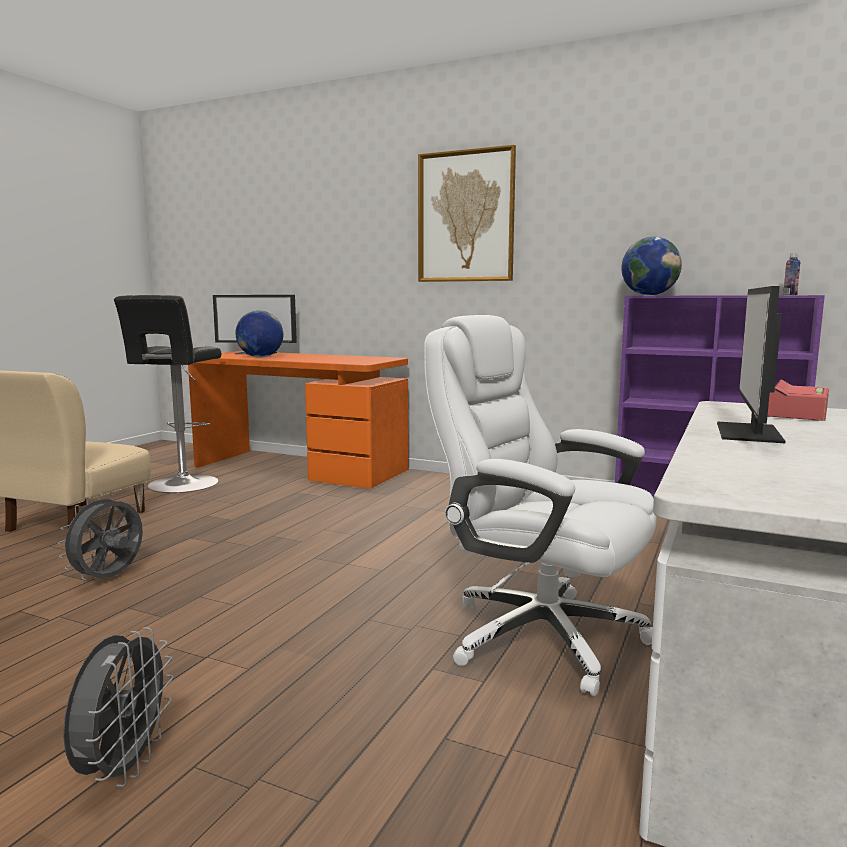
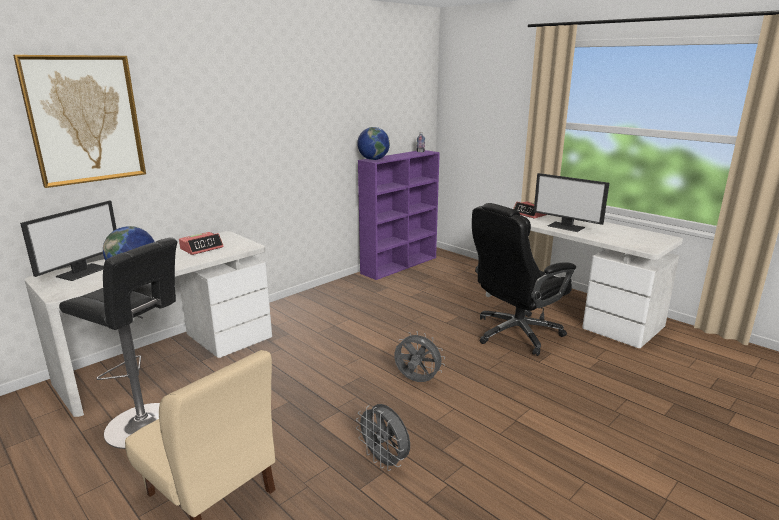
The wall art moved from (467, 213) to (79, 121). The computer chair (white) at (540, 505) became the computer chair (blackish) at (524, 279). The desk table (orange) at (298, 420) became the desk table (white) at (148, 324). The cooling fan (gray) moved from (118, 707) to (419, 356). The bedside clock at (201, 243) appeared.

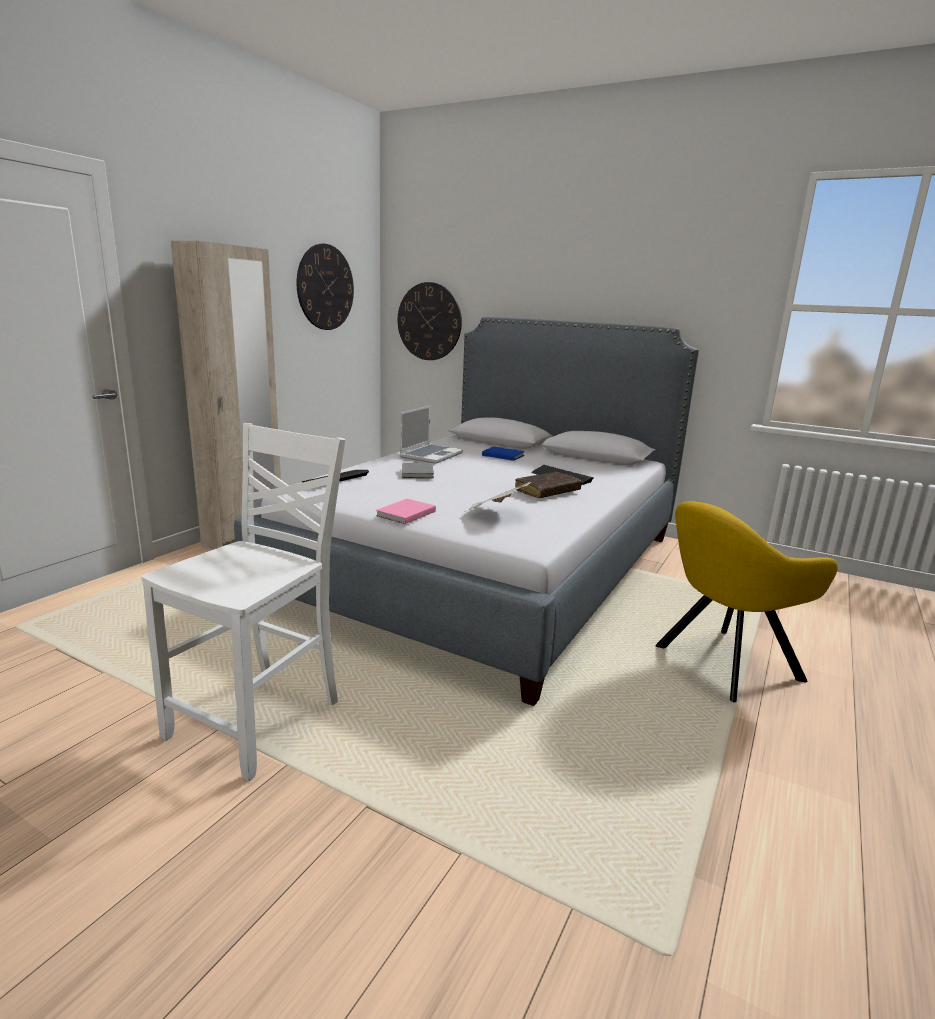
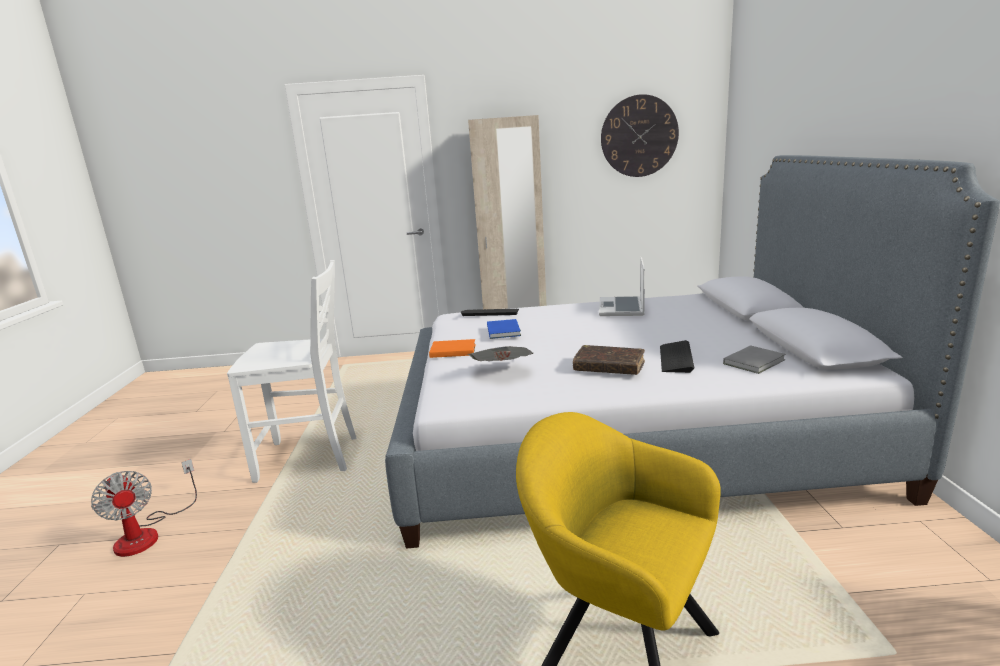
The hanging clock at (430, 321) disappeared. The portable computer at (431, 435) turned 105 degrees clockwise. The book (blue) moved from (503, 453) to (504, 329). The book (gray) moved from (418, 471) to (754, 359). The book (pink-coloured) at (406, 511) became the book (orange) at (452, 348). The cooling fan at (144, 508) appeared.

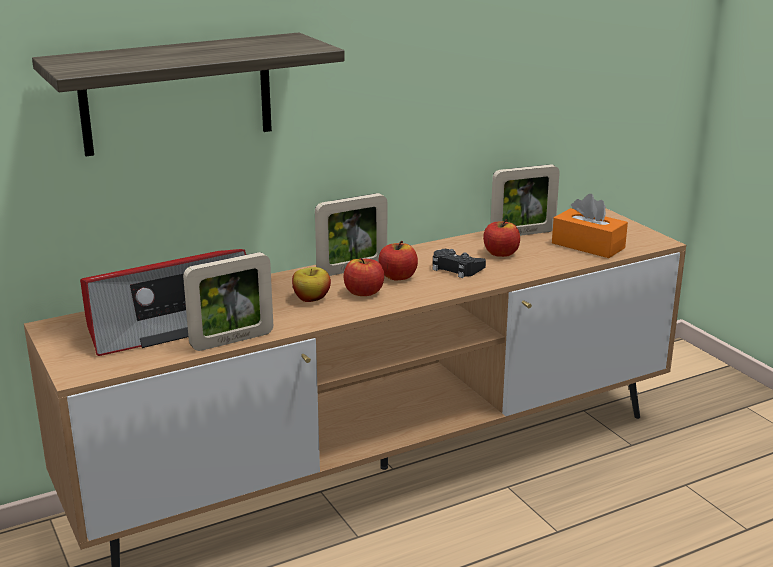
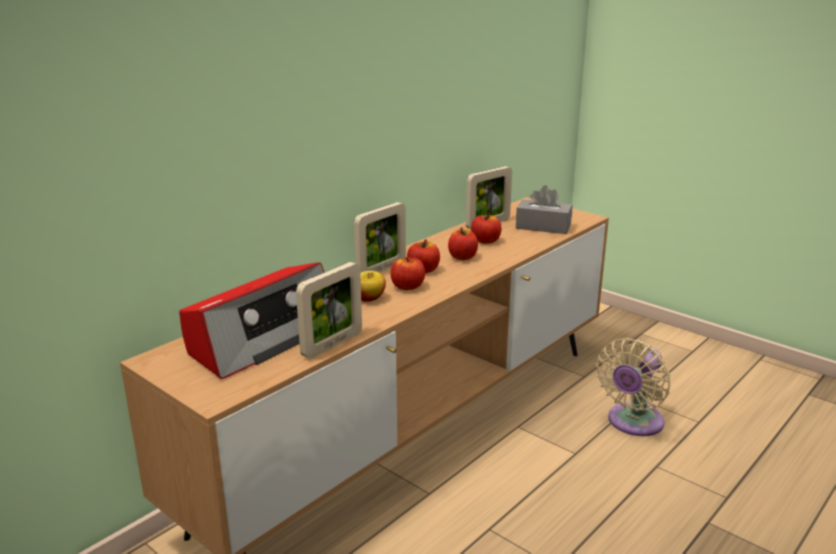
The bracket shelf at (188, 94) disappeared. The tissue holder (orange) at (590, 226) became the tissue holder (gray) at (544, 209). The game controller (blackish) at (459, 263) was replaced by the whole apple at (463, 244). The cooling fan (beige-coloured) at (633, 387) appeared.

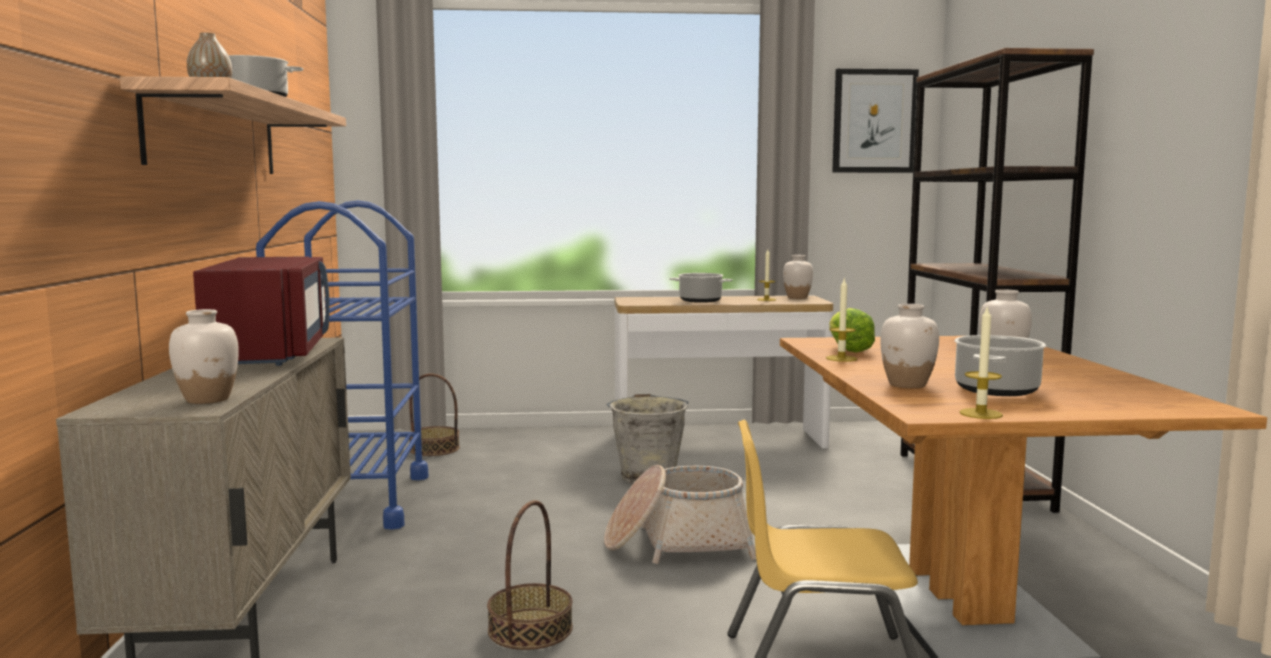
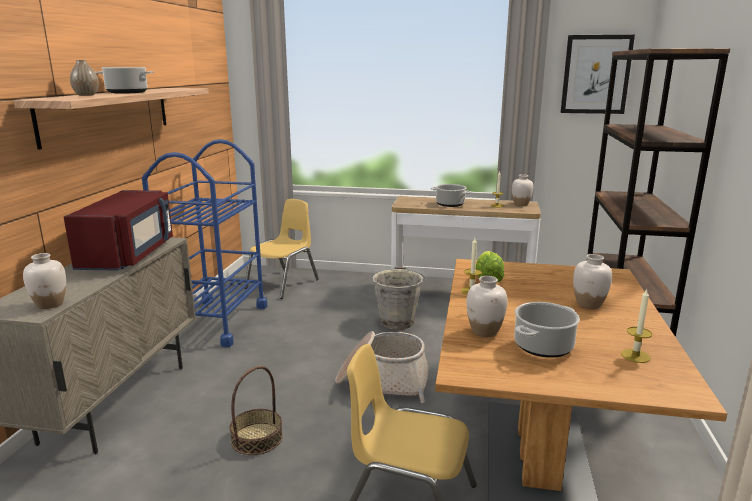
The wax light moved from (981, 362) to (636, 326). The household basket at (434, 415) was replaced by the upright chair (yellowish) at (282, 249).

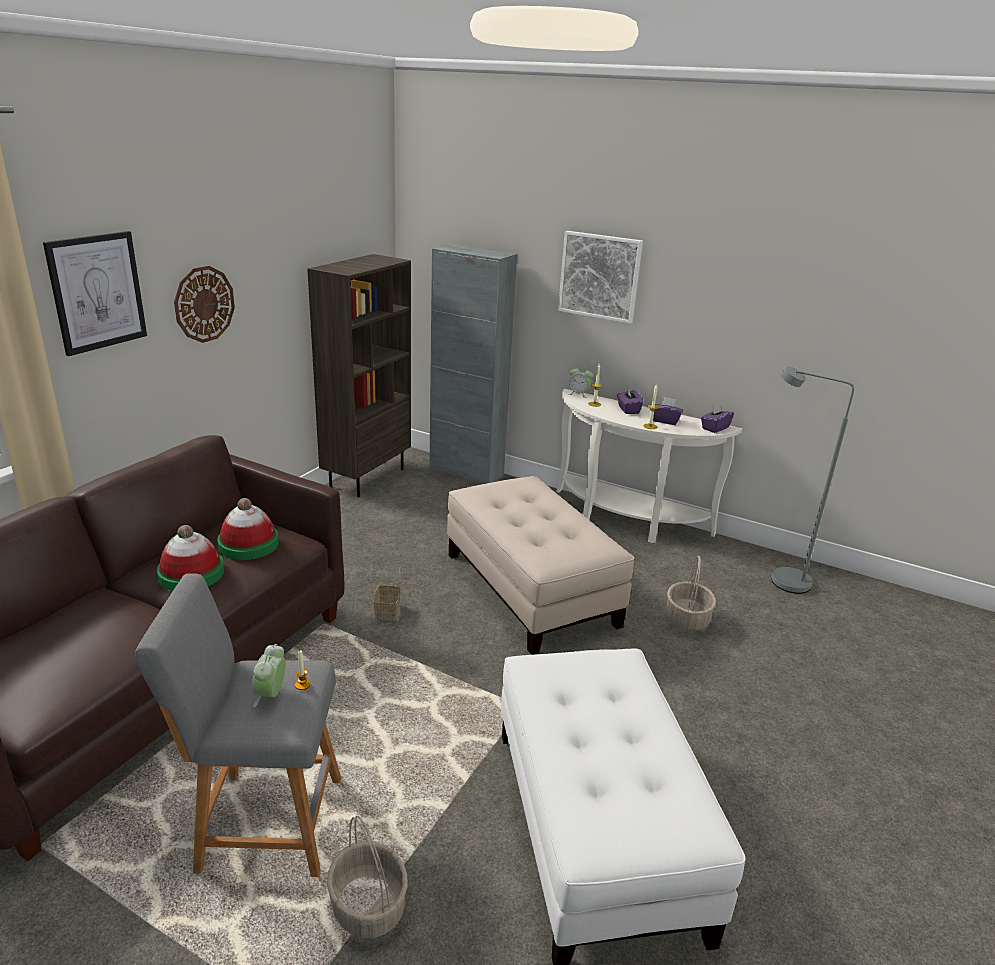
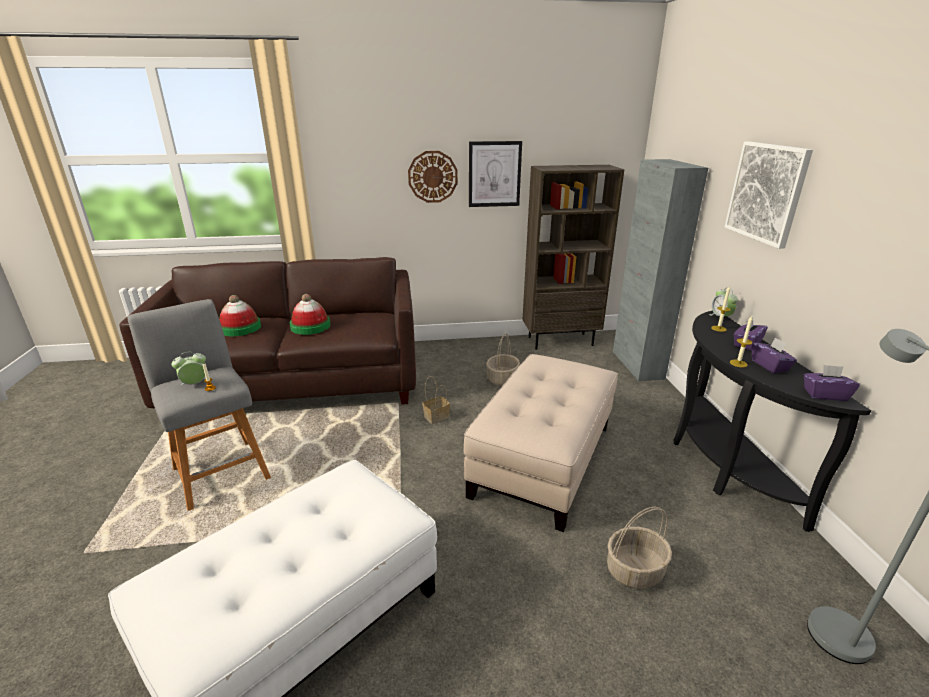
The wall art moved from (95, 293) to (495, 174). The console table (white) at (649, 466) became the console table (blackish) at (772, 421). The hat moved from (248, 529) to (240, 315). The household basket moved from (367, 877) to (503, 359).

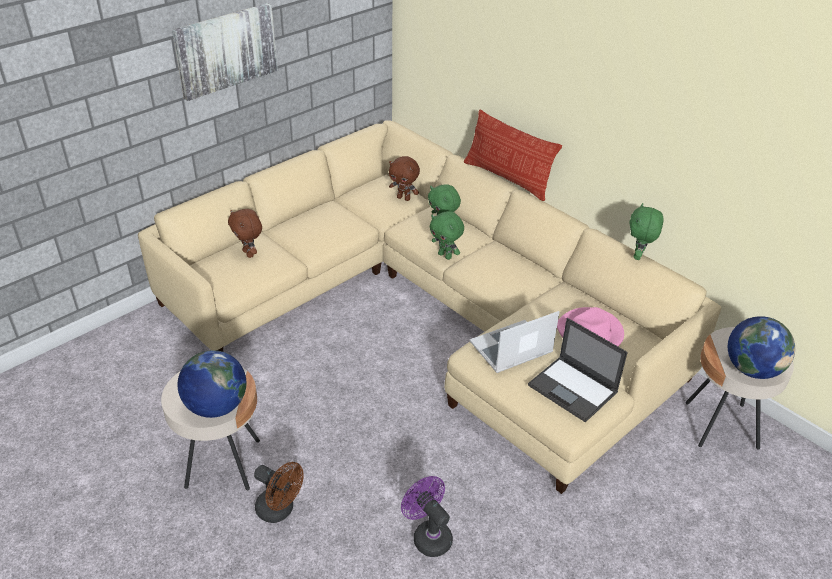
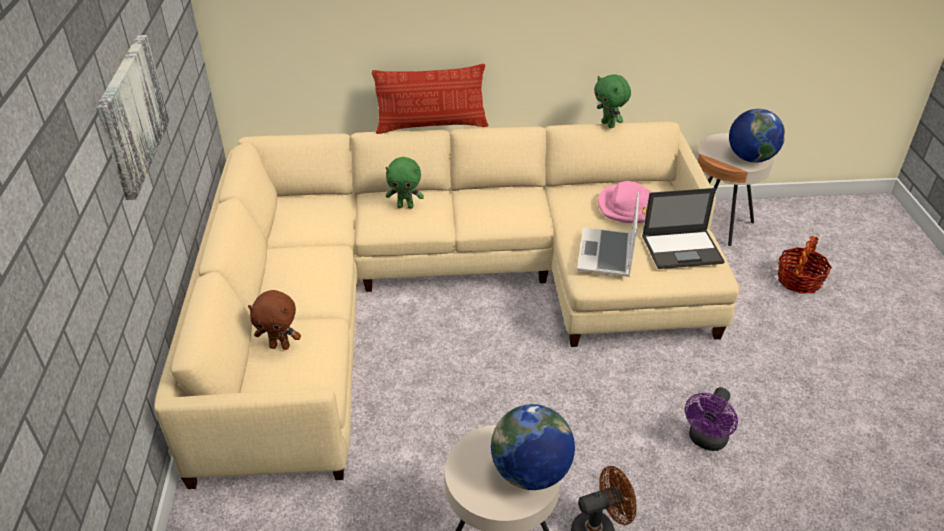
The plush toy (brownish) at (404, 178) disappeared. The plush toy (greenish) at (447, 235) disappeared. The cooling fan (purple) at (427, 516) turned 60 degrees counterclockwise. The household basket at (805, 265) appeared.

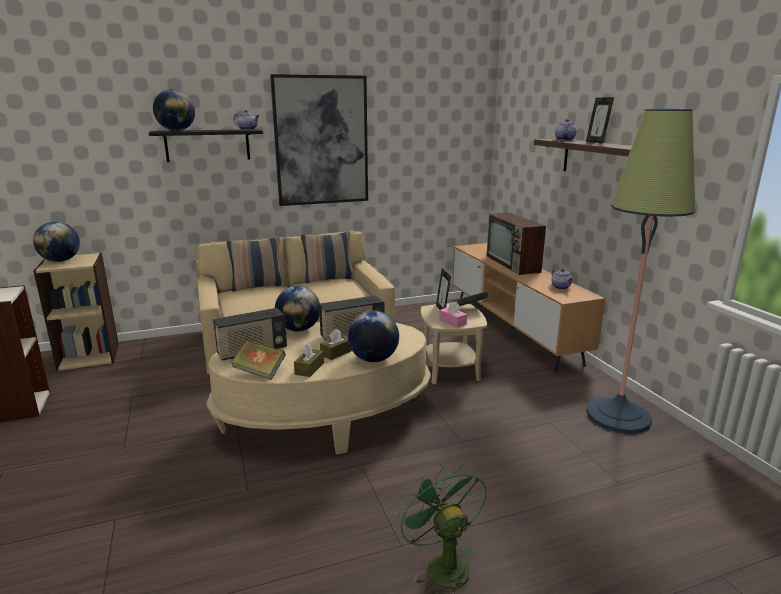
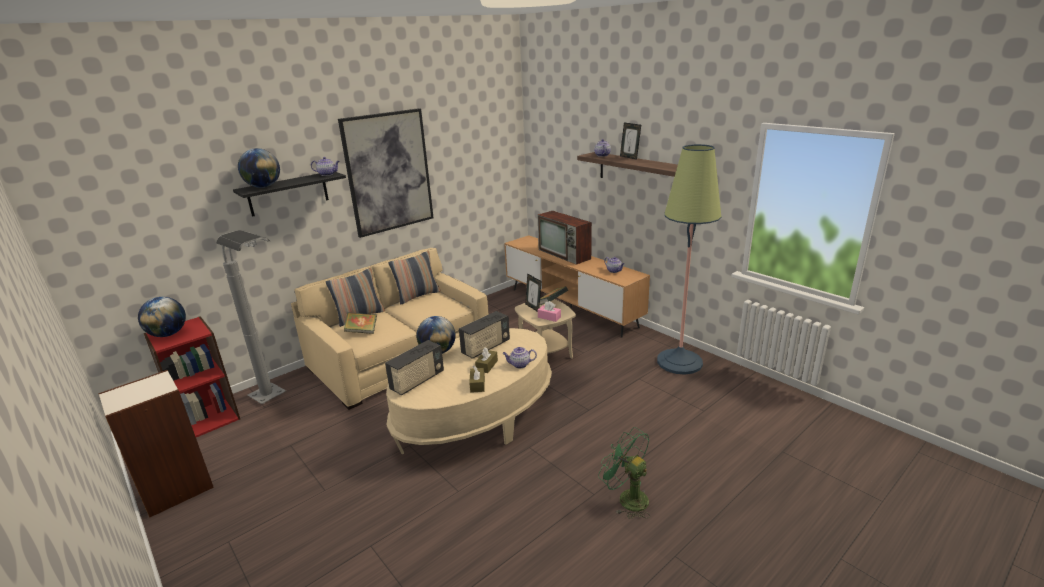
The bookcase (beige-coloured) at (76, 312) became the bookcase (reddish) at (192, 376). The world globe at (373, 336) was replaced by the teapot at (519, 358). The book moved from (258, 360) to (360, 323). The standard lamp (gray) at (251, 317) appeared.

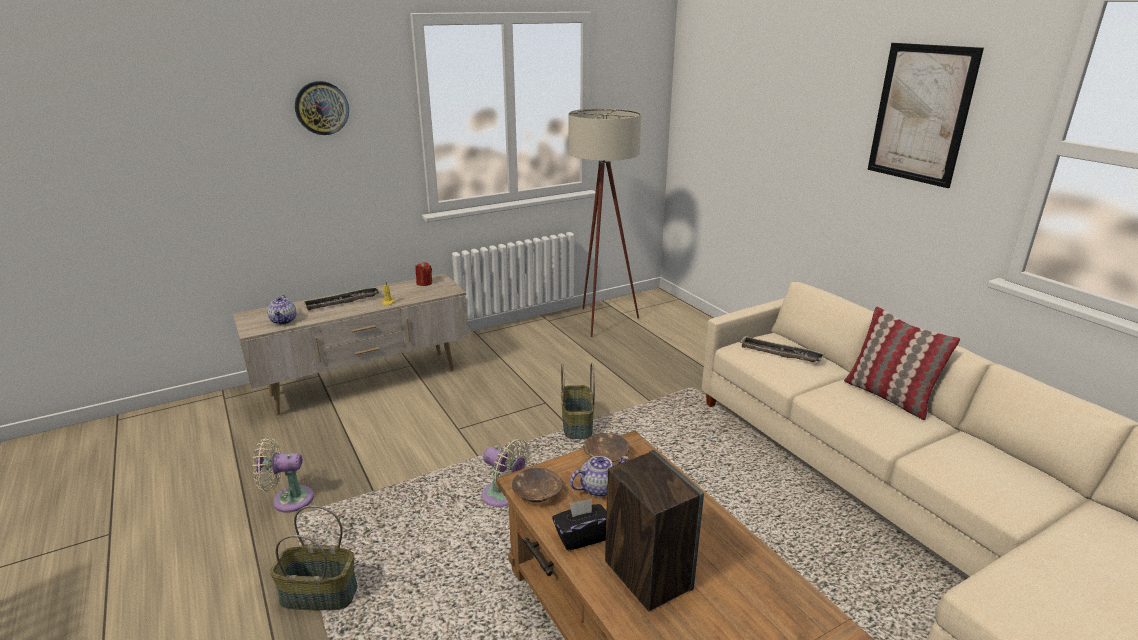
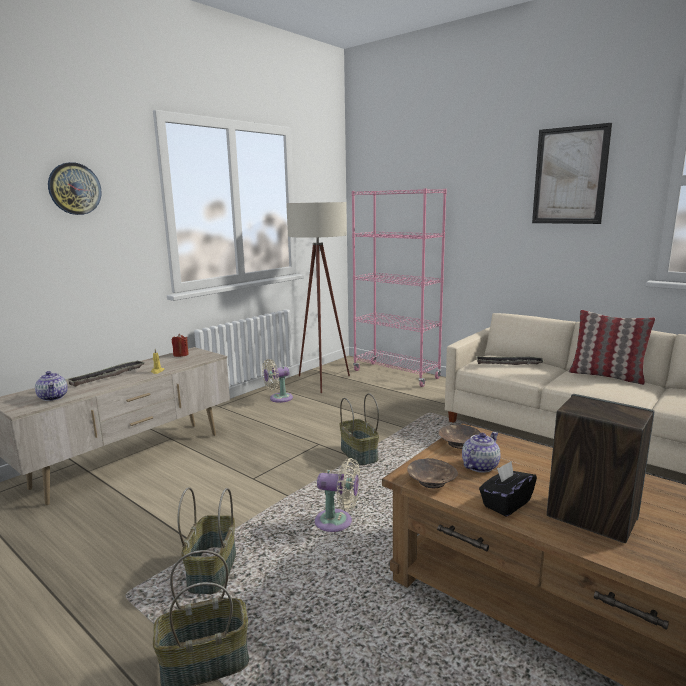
The cooling fan (beige-coloured) moved from (283, 475) to (277, 381). The bookcase (pink-coloured) at (399, 287) appeared. The household basket at (207, 540) appeared.

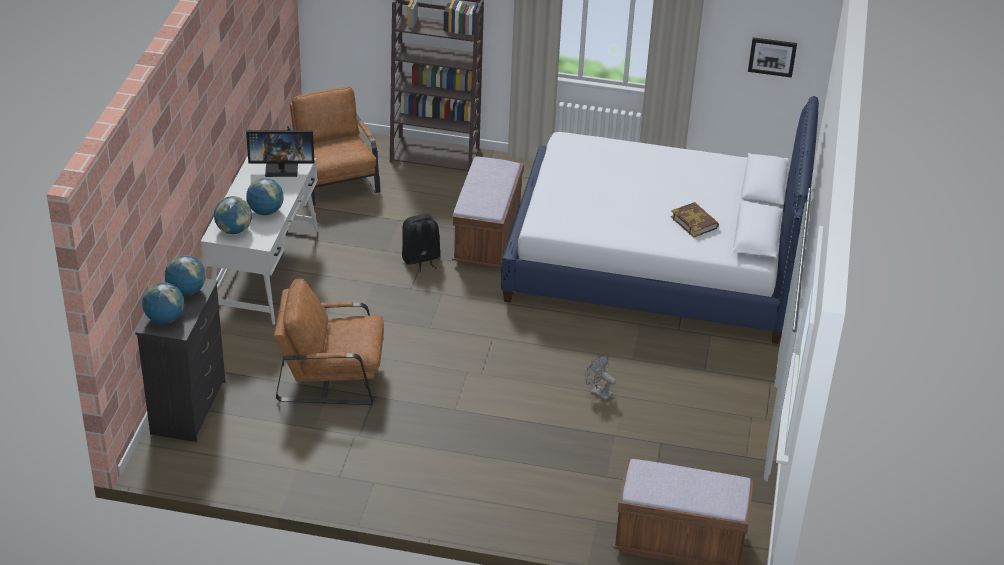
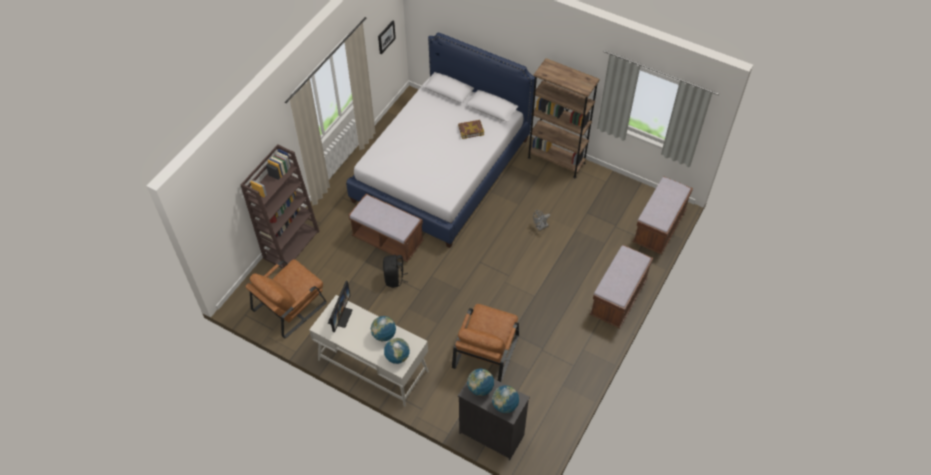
The armchair (brownish) at (333, 146) turned 45 degrees counterclockwise. The bookcase (brownish) at (564, 118) appeared. The indoor bench (brownish) at (621, 286) appeared.

